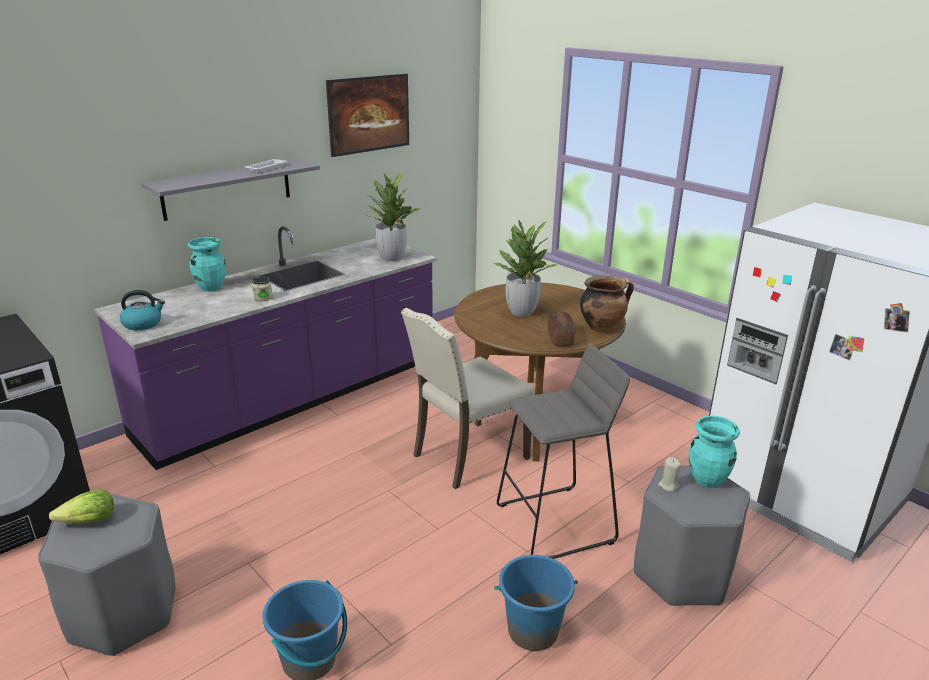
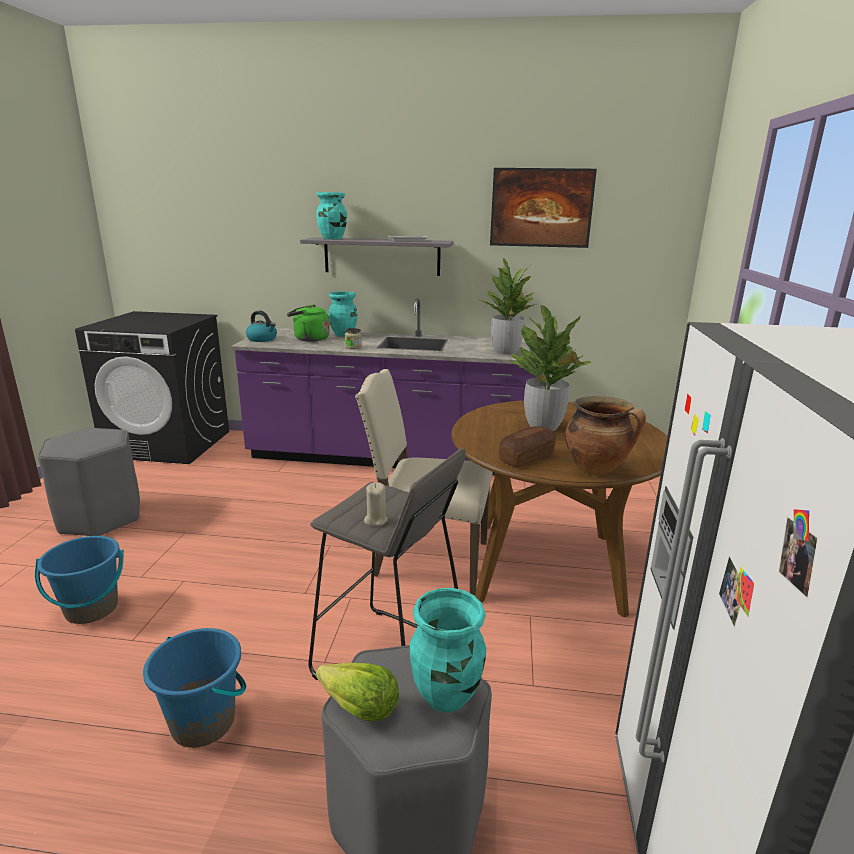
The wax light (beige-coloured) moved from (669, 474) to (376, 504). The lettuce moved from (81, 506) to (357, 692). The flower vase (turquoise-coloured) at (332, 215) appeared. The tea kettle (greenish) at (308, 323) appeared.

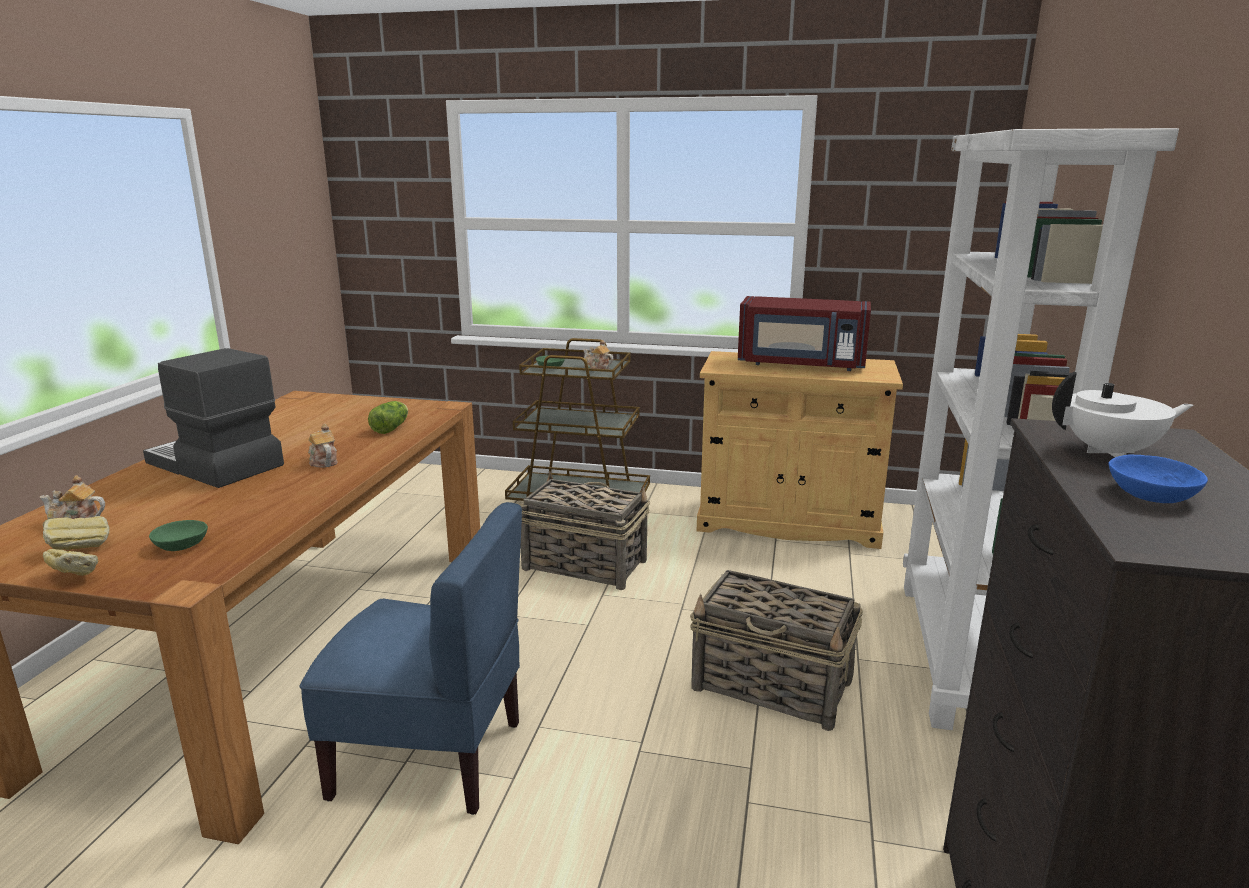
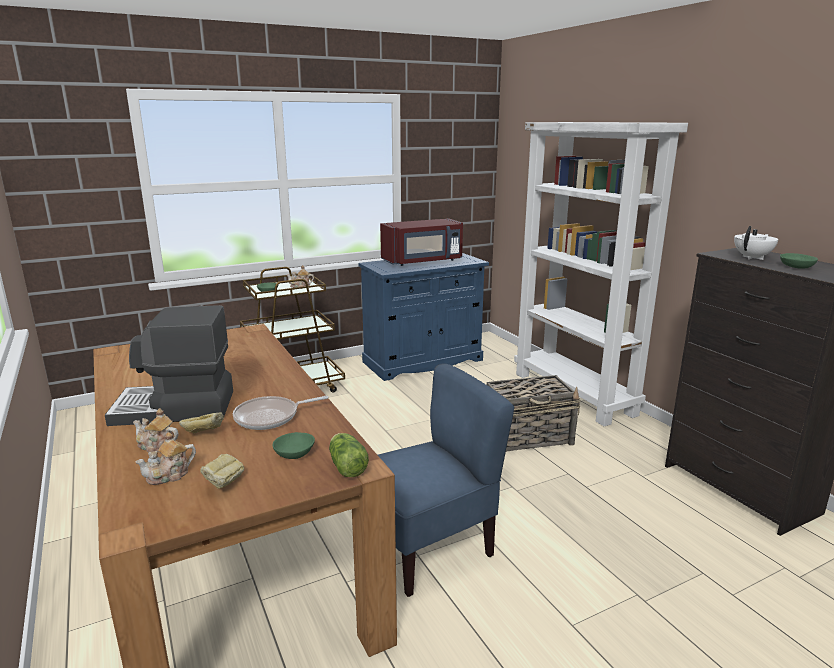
The storage cabinet (beige-coloured) at (800, 450) became the storage cabinet (blue) at (424, 317). The lettuce moved from (388, 417) to (349, 455). The teapot moved from (323, 446) to (156, 430). The serving bowl (blue) at (1158, 478) became the serving bowl (greenish) at (799, 261). The household basket at (584, 530) disappeared. The baked bread moved from (70, 562) to (201, 423). The frying pan at (280, 413) appeared.

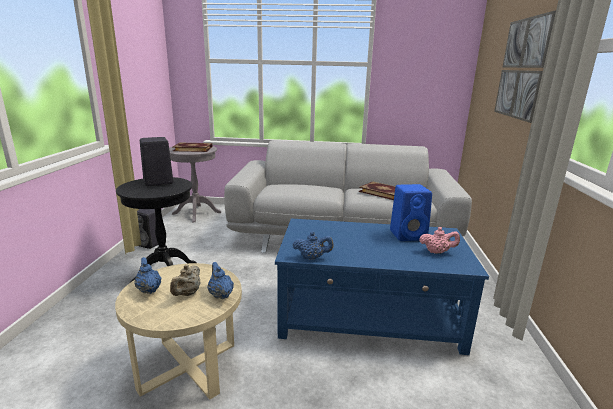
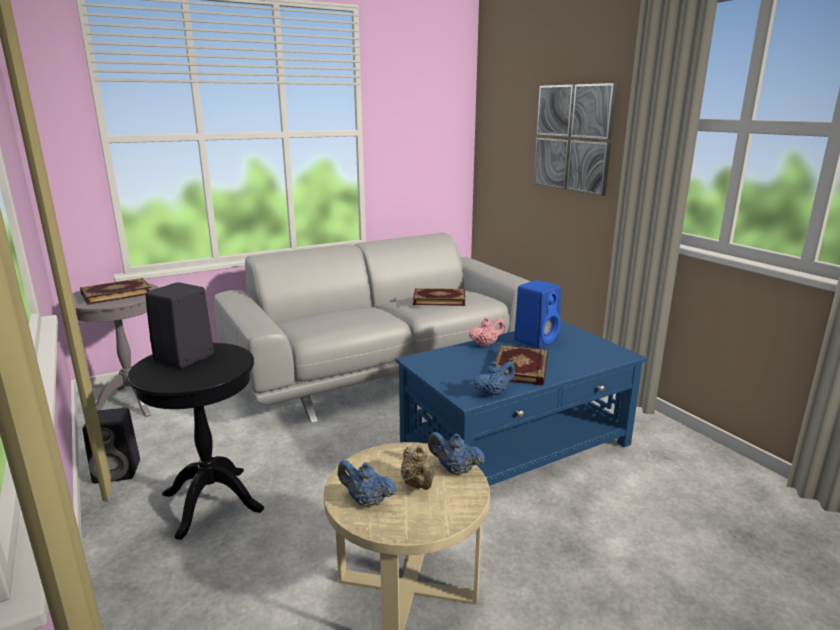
The teapot (pink-coloured) moved from (439, 240) to (487, 332). The book at (521, 365) appeared.

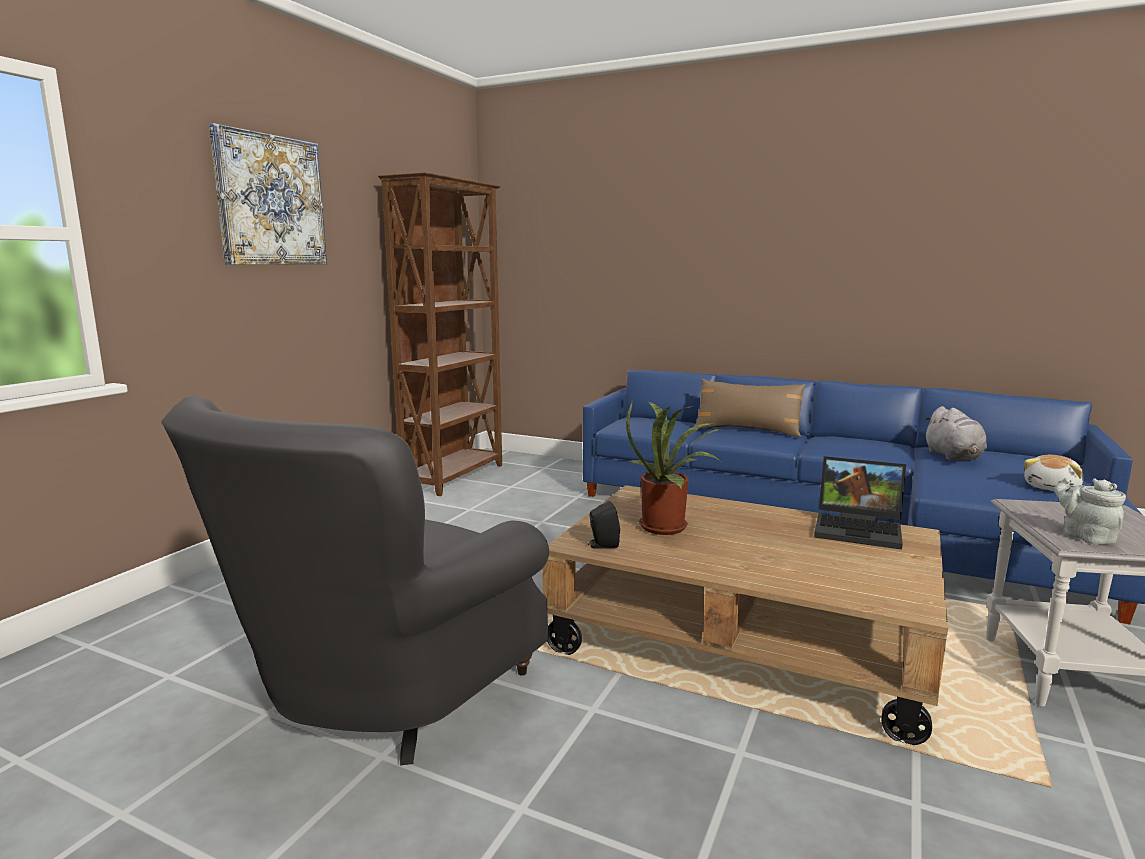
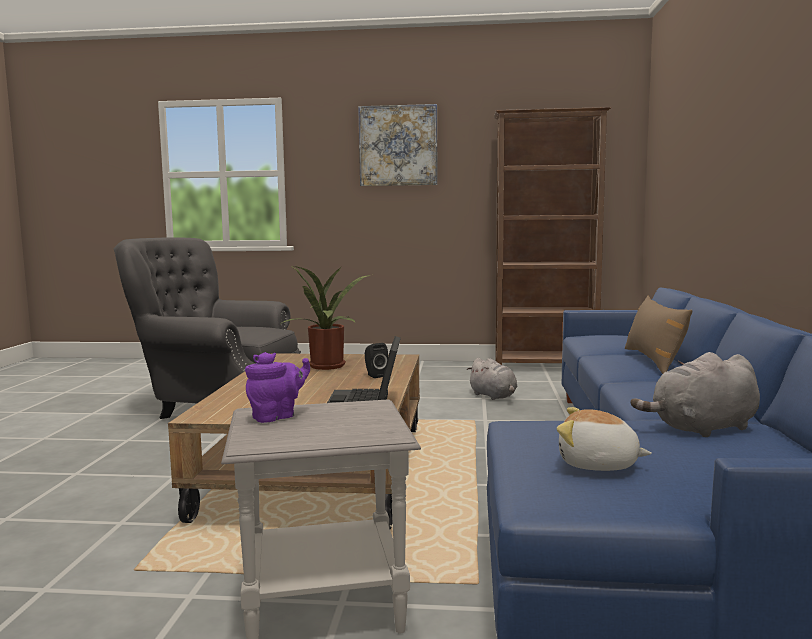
The teapot (gray) at (1090, 511) became the teapot (purple) at (277, 387). The speaker (blackish) moved from (604, 525) to (376, 360). The plush toy (gray) at (492, 379) appeared.

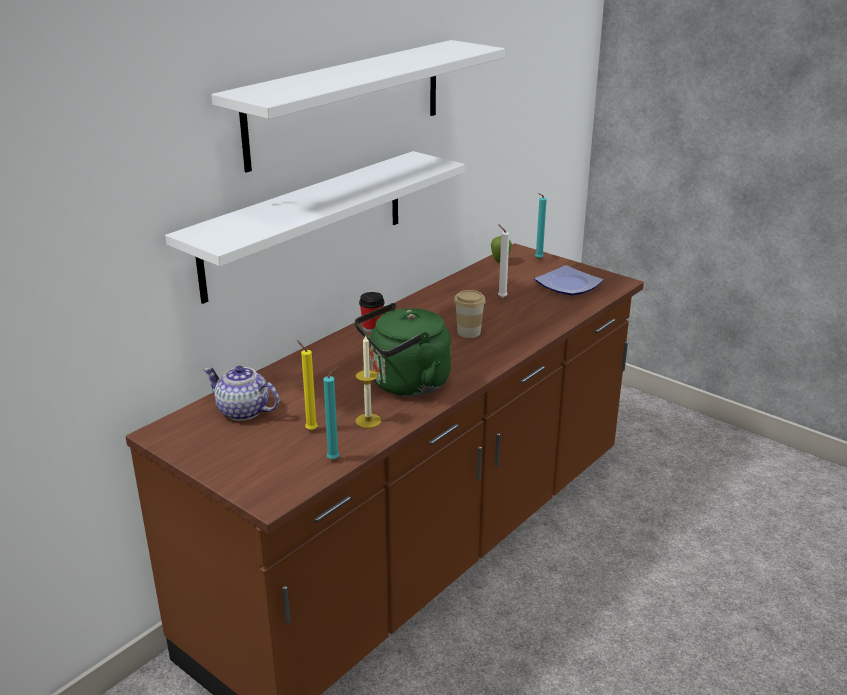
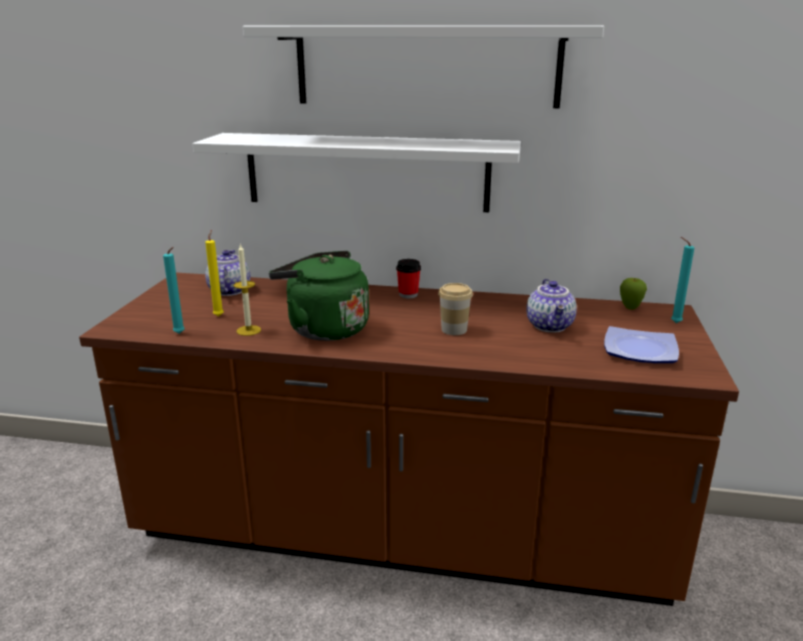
The wax light (white) at (504, 261) was replaced by the teapot at (551, 306).

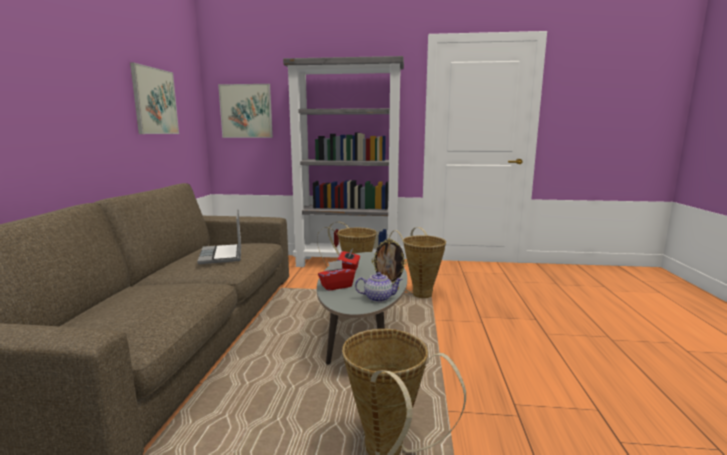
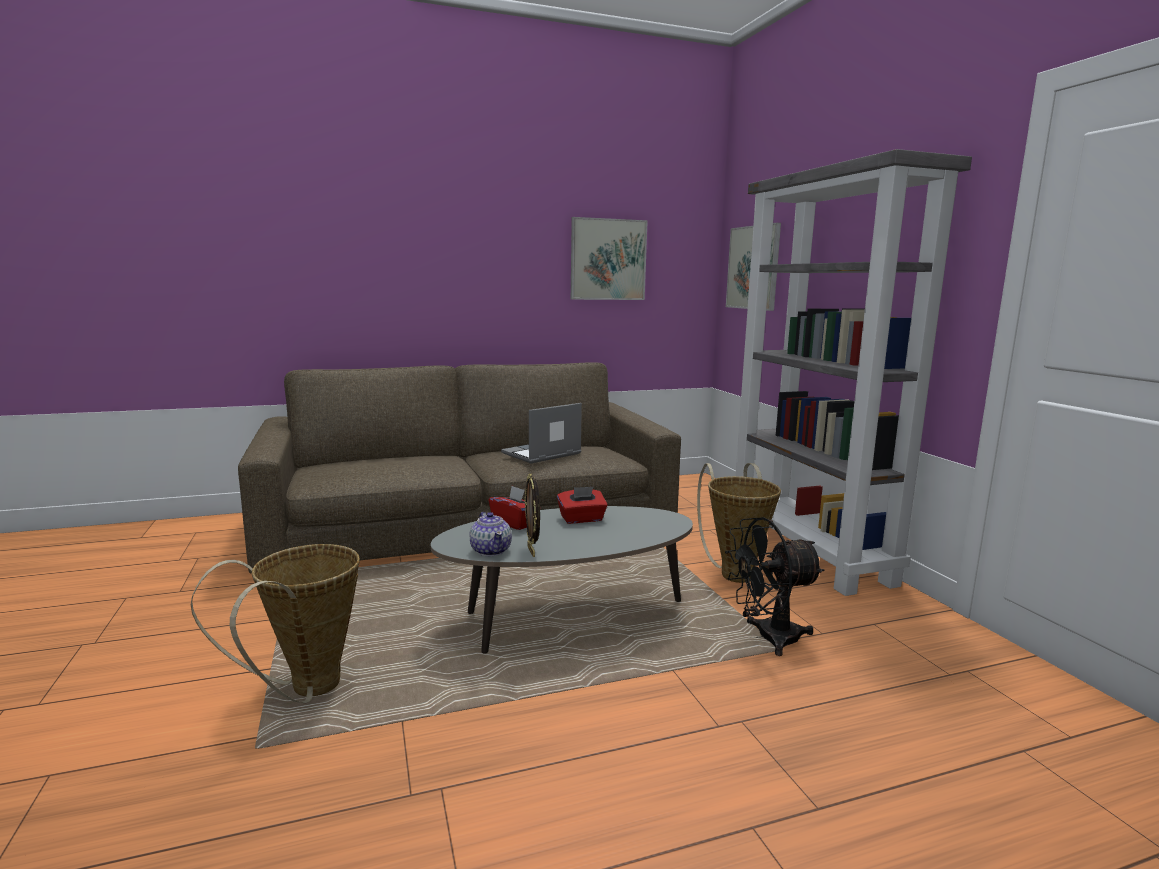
The household basket at (417, 262) was replaced by the cooling fan (blackish) at (774, 586).

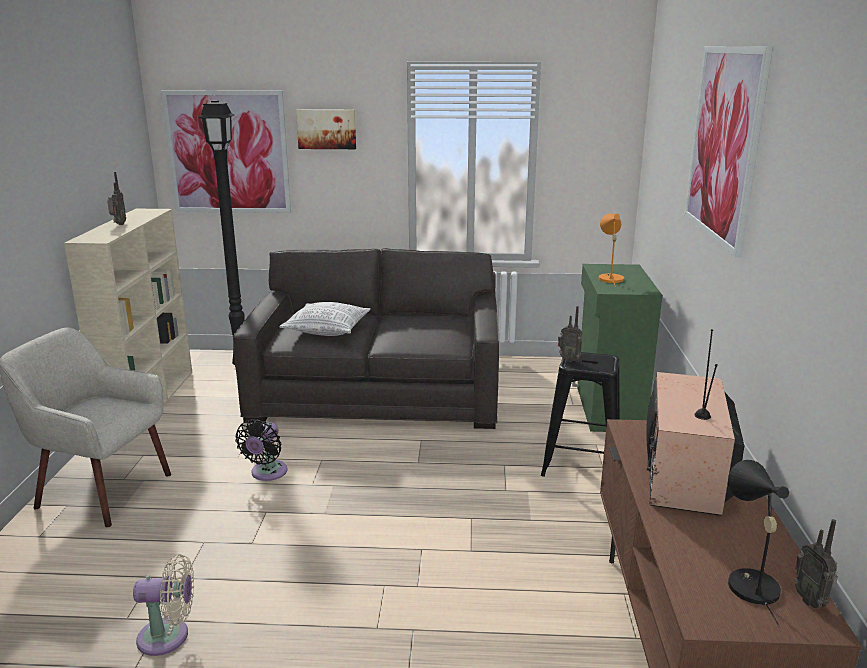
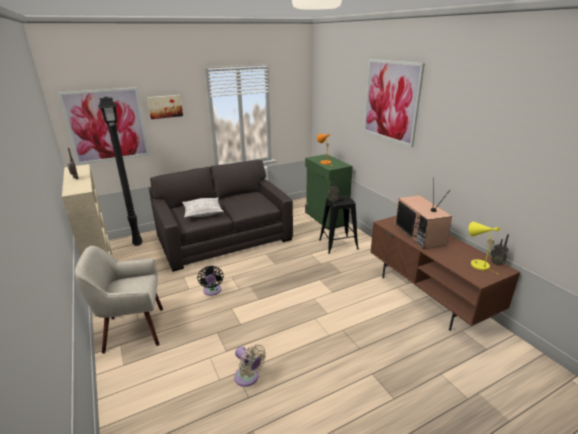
The lamp for a table (blackish) at (758, 543) became the lamp for a table (yellowish) at (484, 248). The cooling fan (beige-coloured) at (163, 605) turned 75 degrees clockwise.

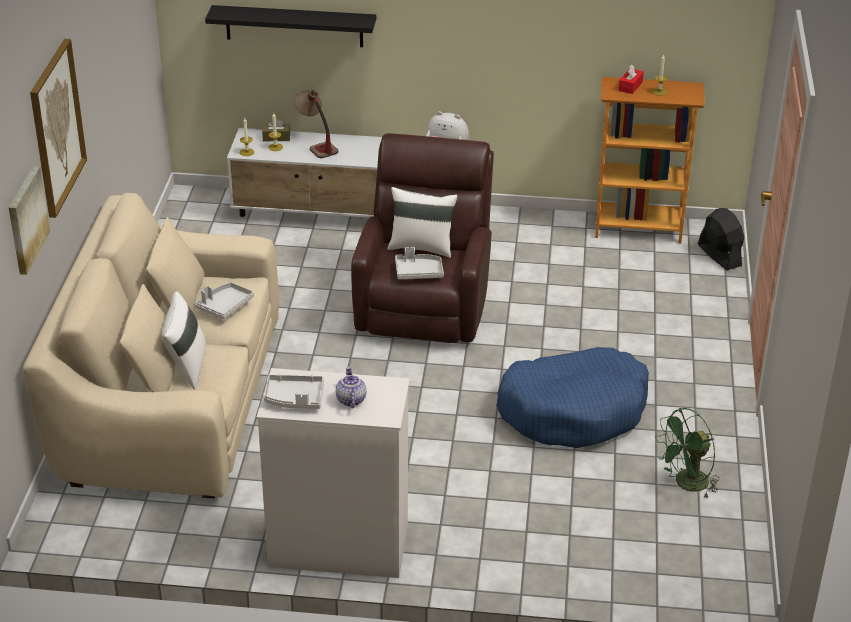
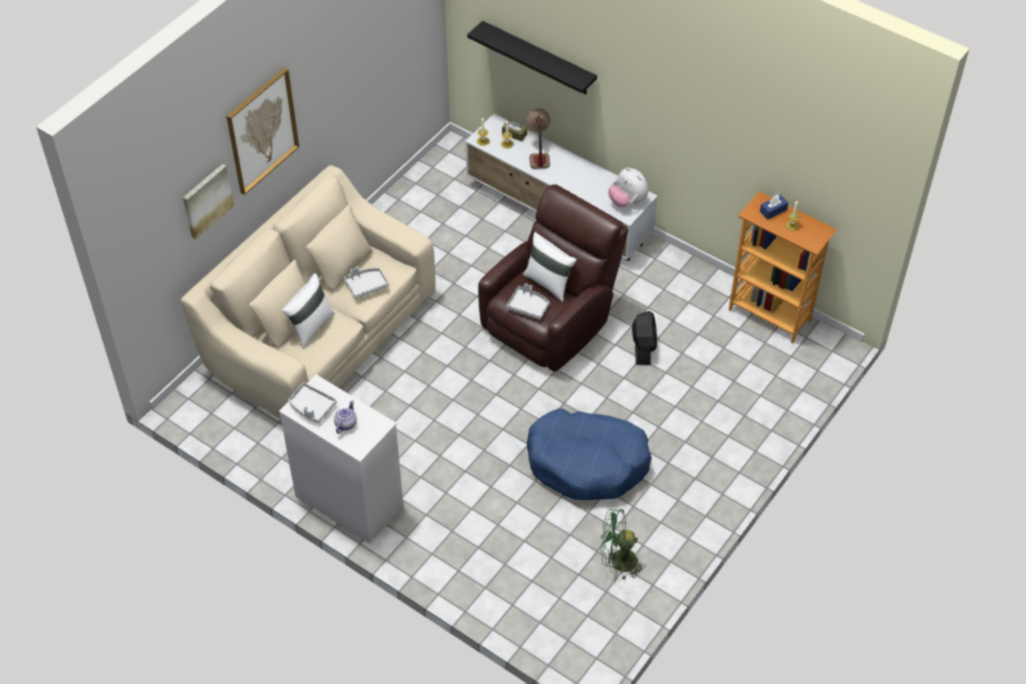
The tissue holder (reddish) at (631, 79) became the tissue holder (blue) at (774, 207). The cooling fan (blackish) moved from (721, 239) to (644, 338).

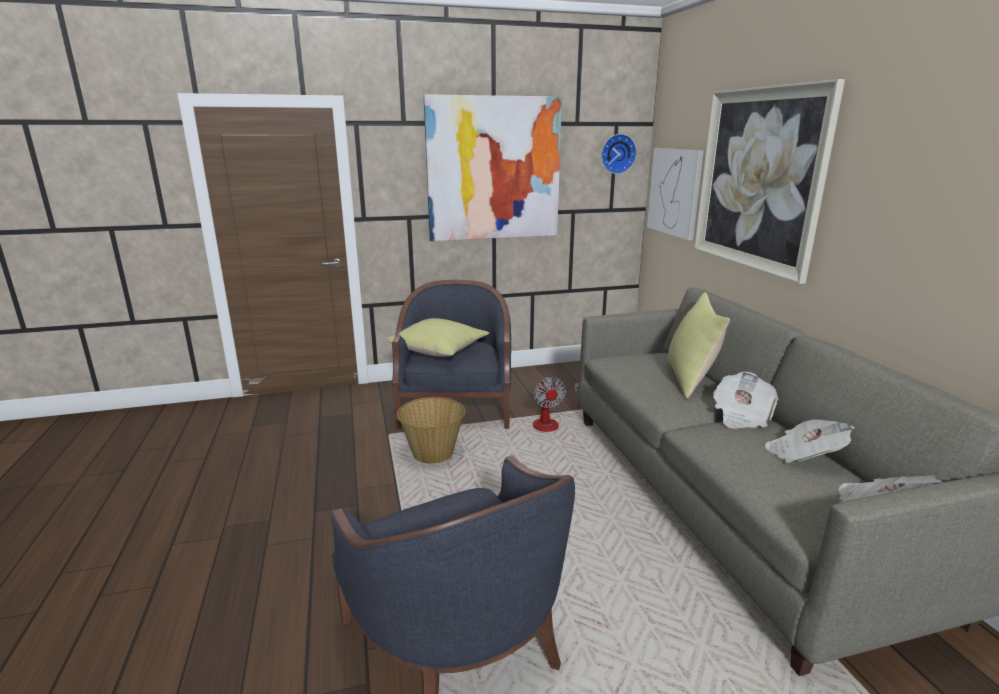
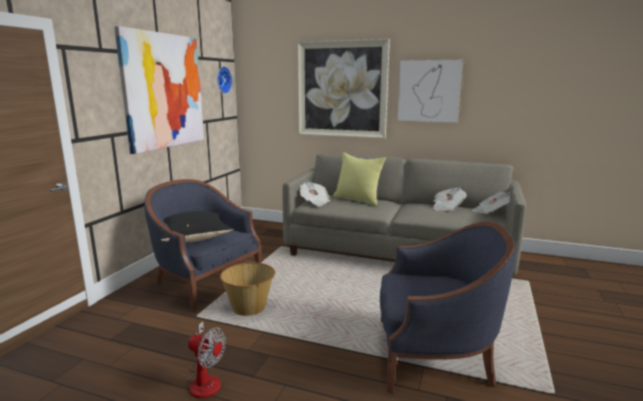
The wall art moved from (675, 194) to (430, 91). The cushion (yellowish) at (438, 337) became the cushion (blackish) at (196, 226). The daily paper moved from (745, 400) to (314, 194). The cooling fan moved from (556, 404) to (206, 360).

